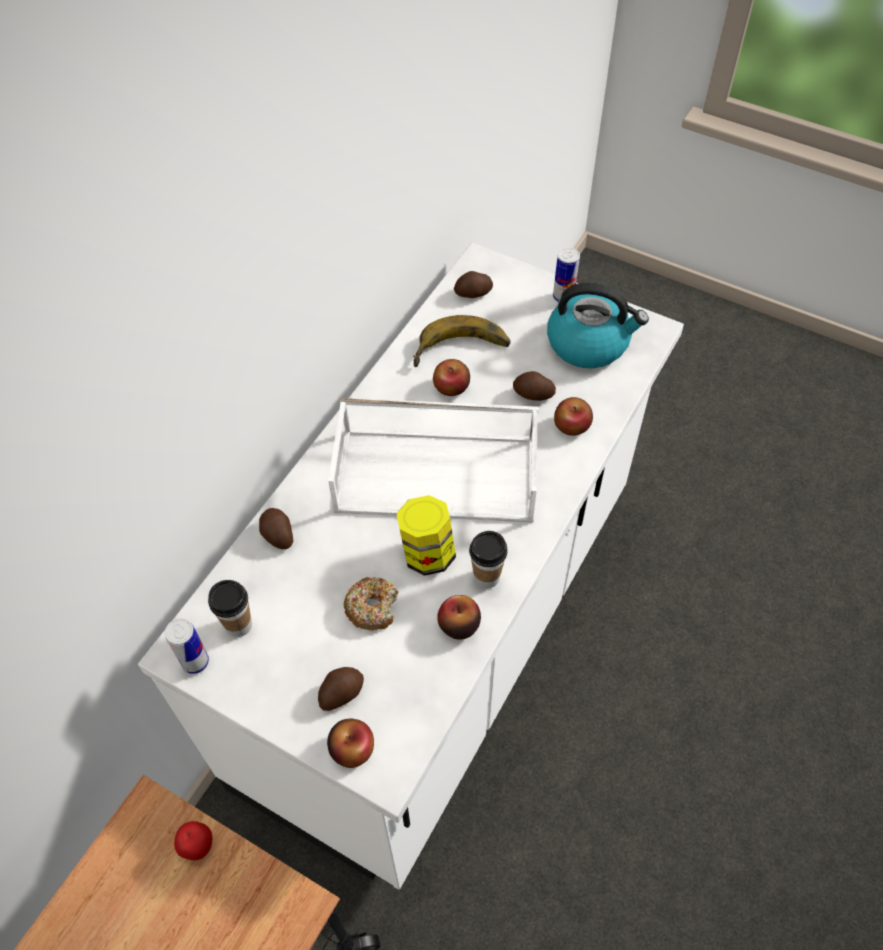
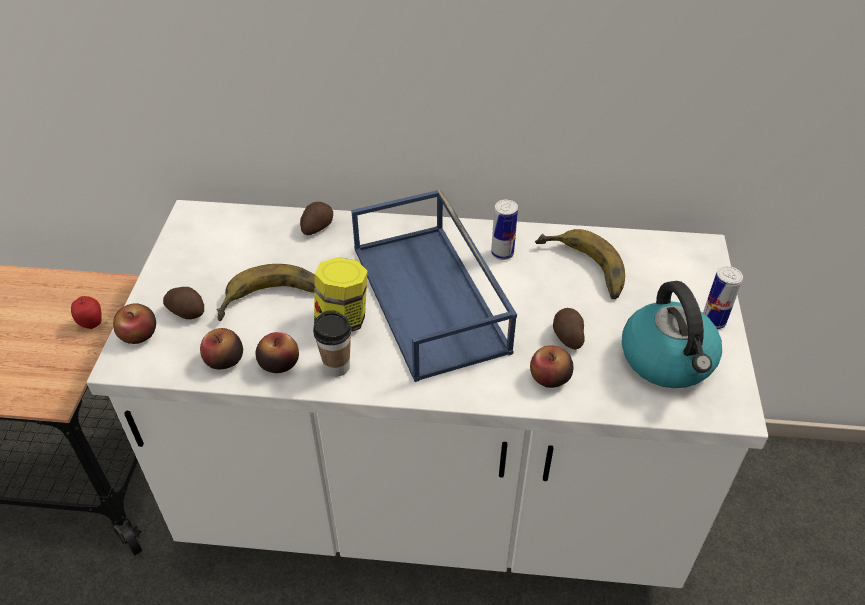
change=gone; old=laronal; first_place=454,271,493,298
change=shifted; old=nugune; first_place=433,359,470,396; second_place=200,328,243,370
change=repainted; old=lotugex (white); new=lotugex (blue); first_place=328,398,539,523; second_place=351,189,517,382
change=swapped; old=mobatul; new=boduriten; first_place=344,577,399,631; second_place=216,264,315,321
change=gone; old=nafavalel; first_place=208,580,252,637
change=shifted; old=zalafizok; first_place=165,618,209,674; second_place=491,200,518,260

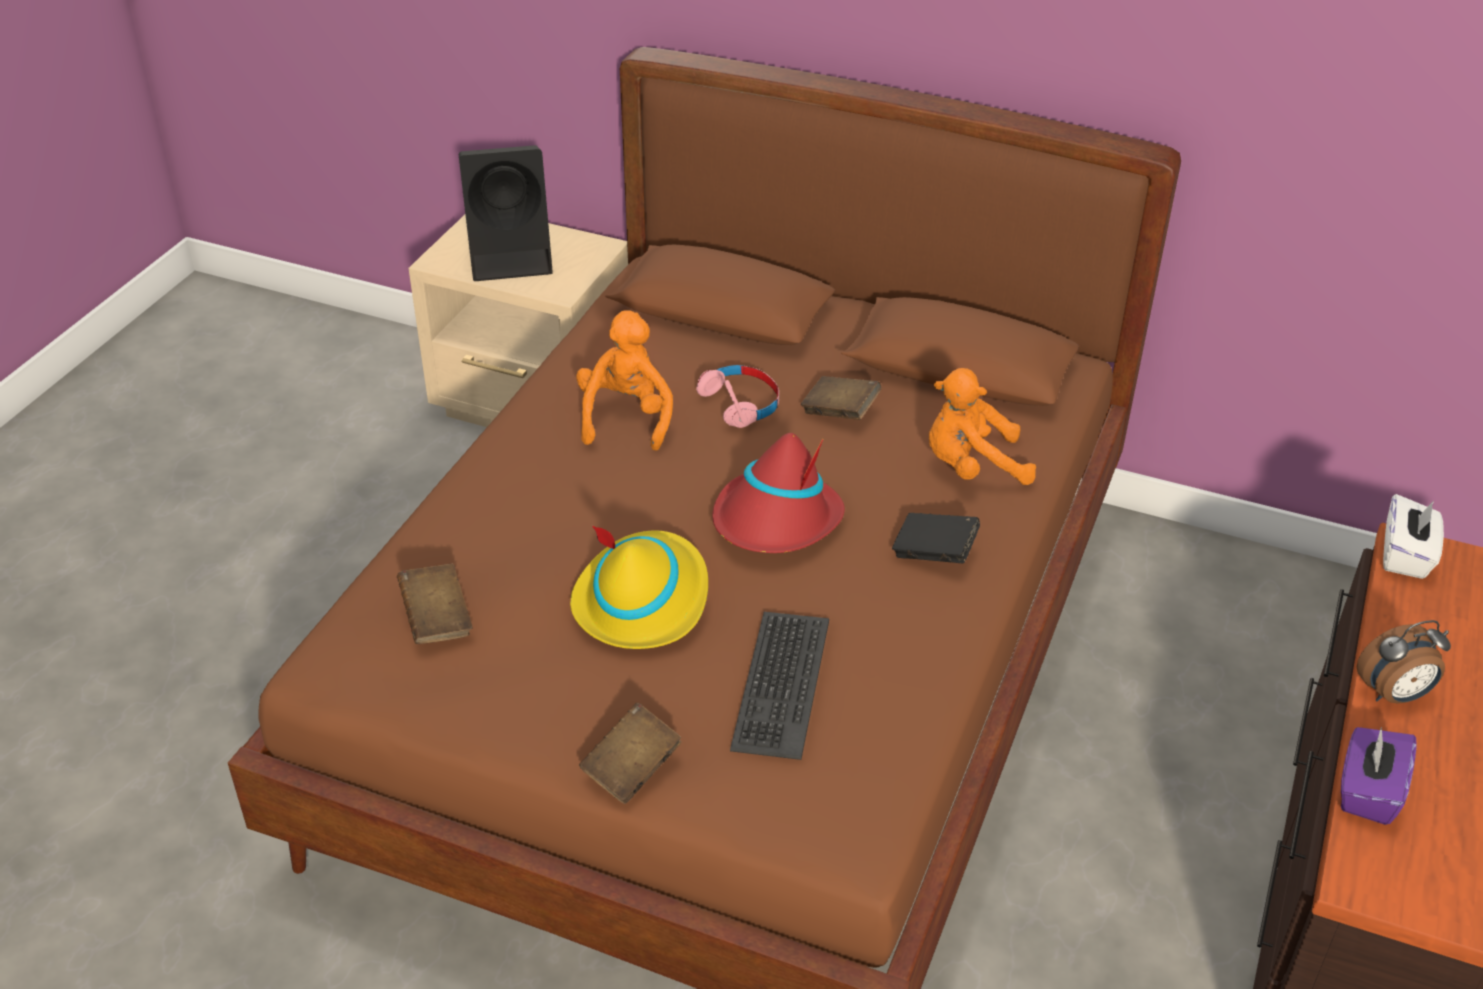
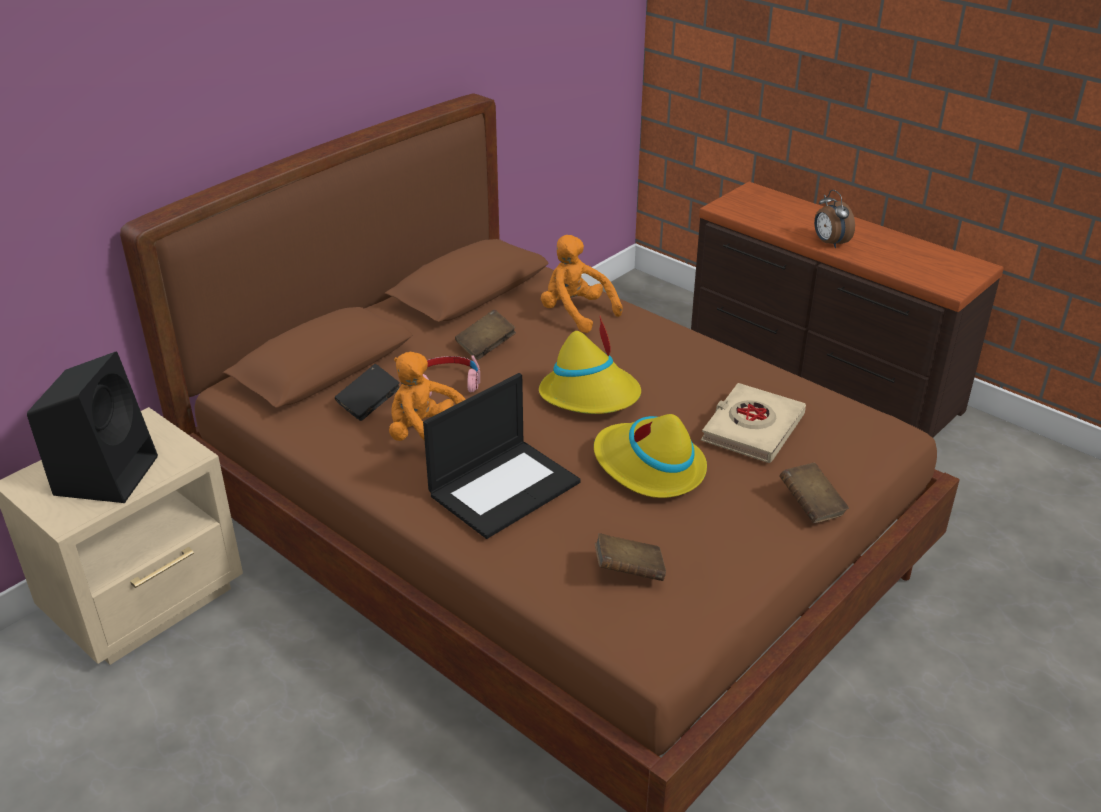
change=rotated; old=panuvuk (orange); first_place=929,368,1036,485; second_place=541,235,623,333; degrees=120
change=repainted; old=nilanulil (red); new=nilanulil (yellow); first_place=712,433,845,553; second_place=539,316,641,414
change=gone; old=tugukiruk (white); first_place=1383,494,1444,579
change=shifted; old=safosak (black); first_place=892,513,980,563; second_place=335,364,400,421
change=swapped; old=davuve; new=safosak (beige); first_place=730,612,829,760; second_place=701,383,806,463
change=rotated; old=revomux; first_place=1357,620,1451,703; second_place=814,190,855,248; degrees=150
change=gone; old=tugukiruk (purple); first_place=1341,726,1417,825
change=new; new=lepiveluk; second_place=423,373,581,539

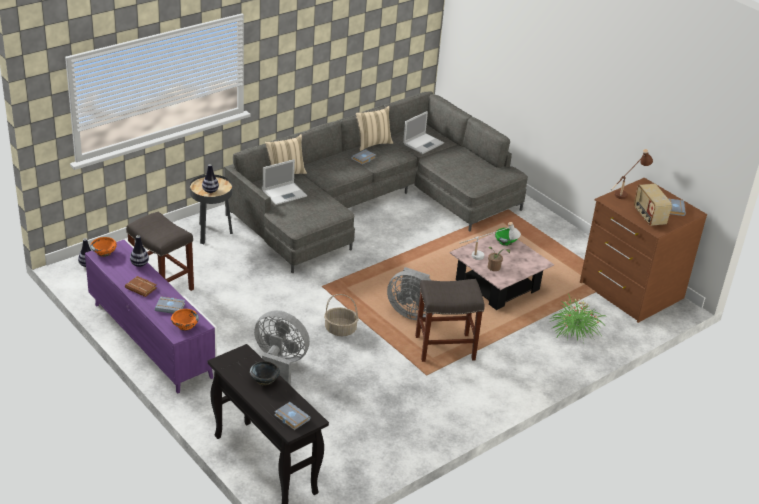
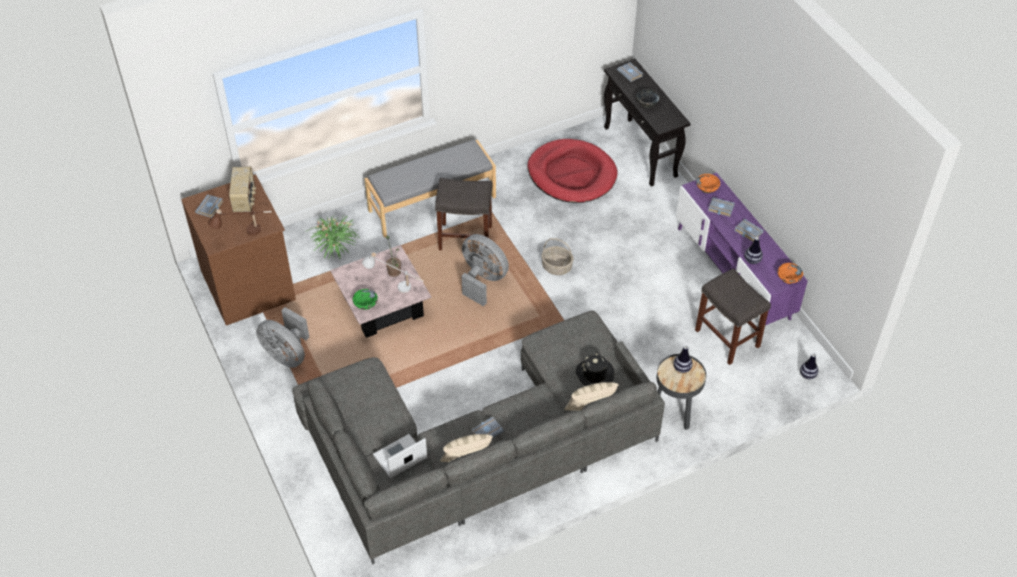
change=swapped; old=lepiveluk; new=nilanulil (black); first_place=263,159,307,205; second_place=576,353,614,386
change=repainted; old=safosak (brown); new=safosak (grey); first_place=125,276,157,297; second_place=734,219,764,242
change=shifted; old=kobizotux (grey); first_place=254,310,310,385; second_place=256,307,309,368
change=new; new=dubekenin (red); second_place=527,139,618,203
change=new; new=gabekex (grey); second_place=364,140,496,238

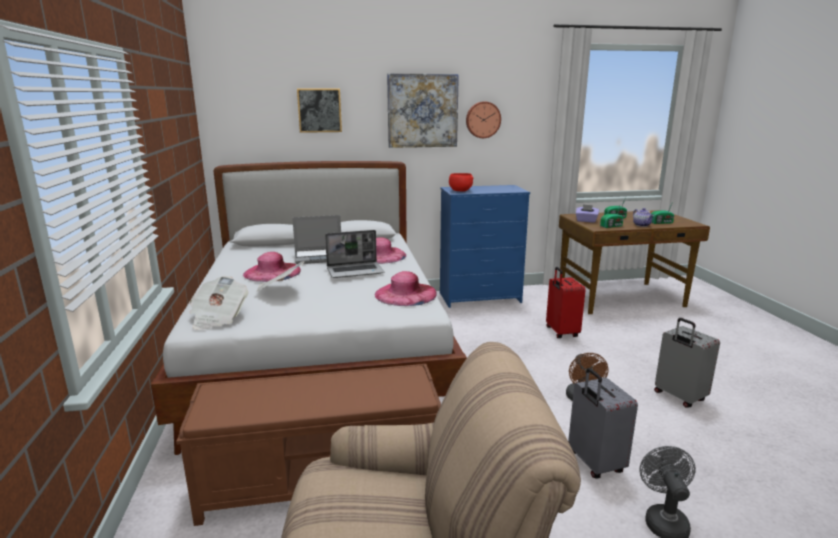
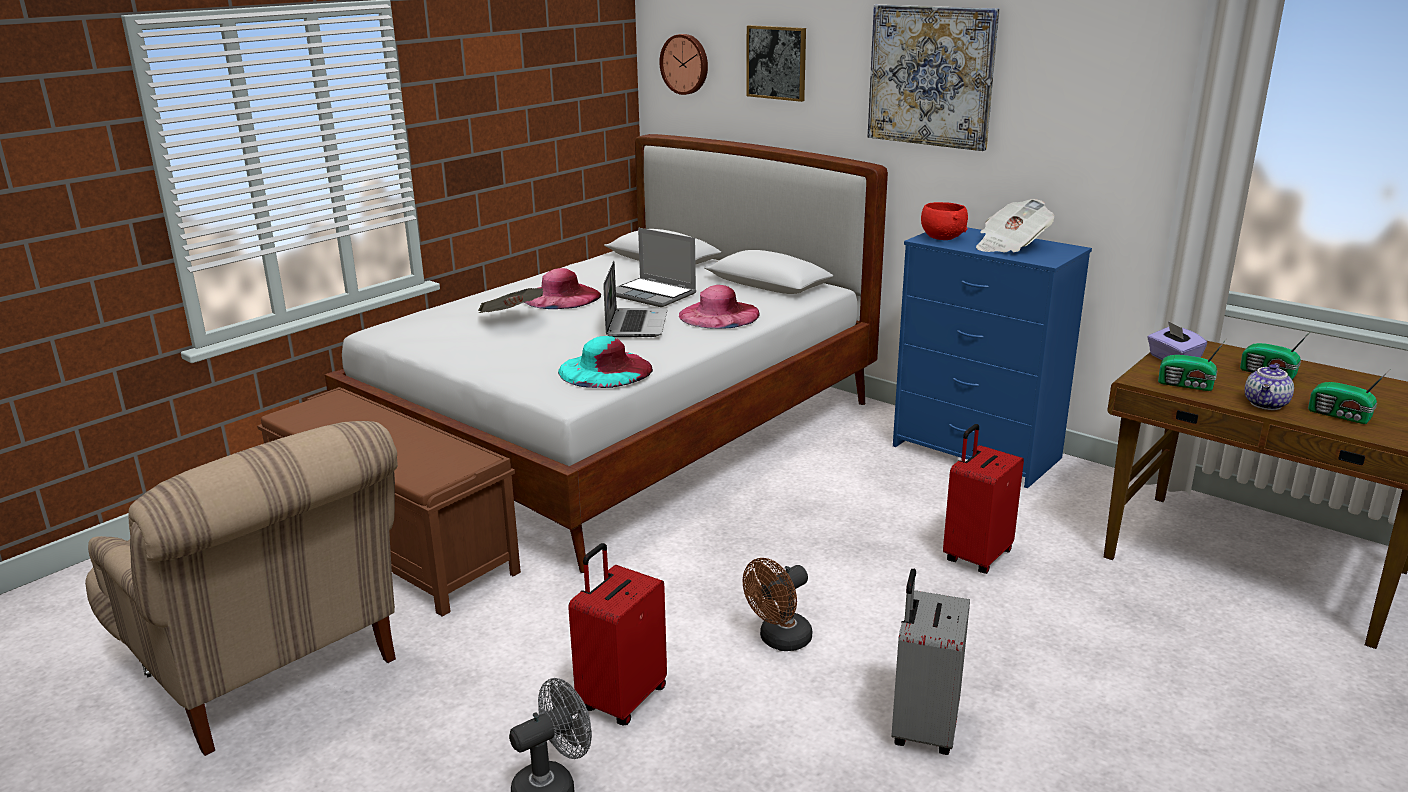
change=shifted; old=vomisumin; first_place=466,102,501,138; second_place=659,34,708,95
change=rotated; old=lepiveluk; first_place=325,230,384,278; second_place=603,261,668,337; degrees=-120
change=repainted; old=nilanulil (pink); new=nilanulil (turquoise); first_place=374,271,437,306; second_place=558,336,653,388
change=shifted; old=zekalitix; first_place=190,276,248,330; second_place=976,199,1054,252
change=repainted; old=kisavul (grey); new=kisavul (red); first_place=568,368,638,478; second_place=568,543,667,725

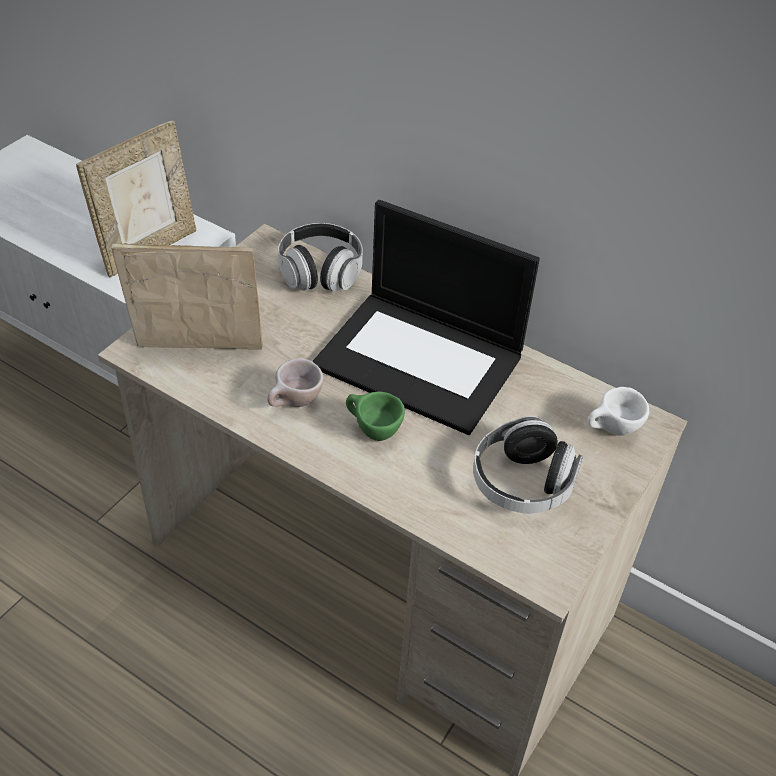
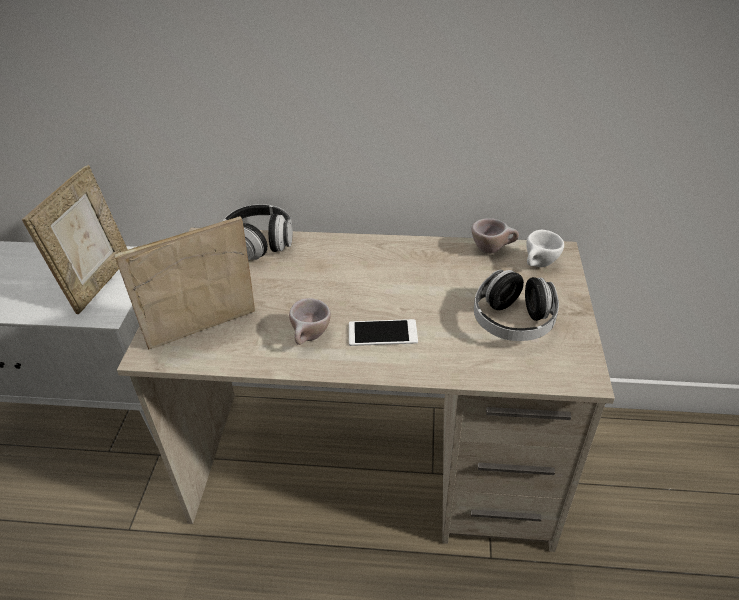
change=gone; old=lepiveluk; first_place=312,200,540,435
change=swapped; old=nafavalel (green); new=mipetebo; first_place=346,391,405,441; second_place=349,319,418,346
change=new; new=nafavalel (beige); second_place=472,218,519,254

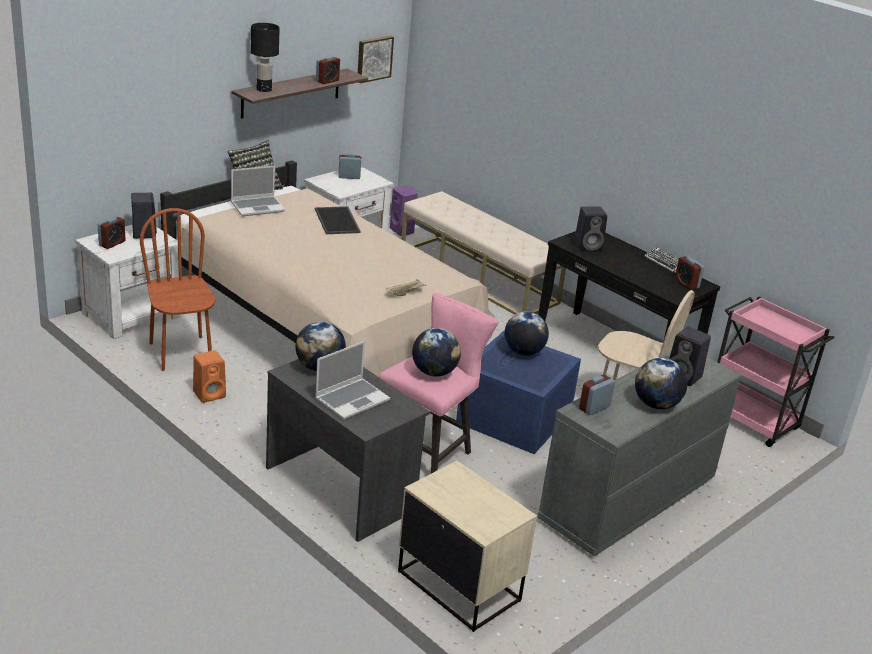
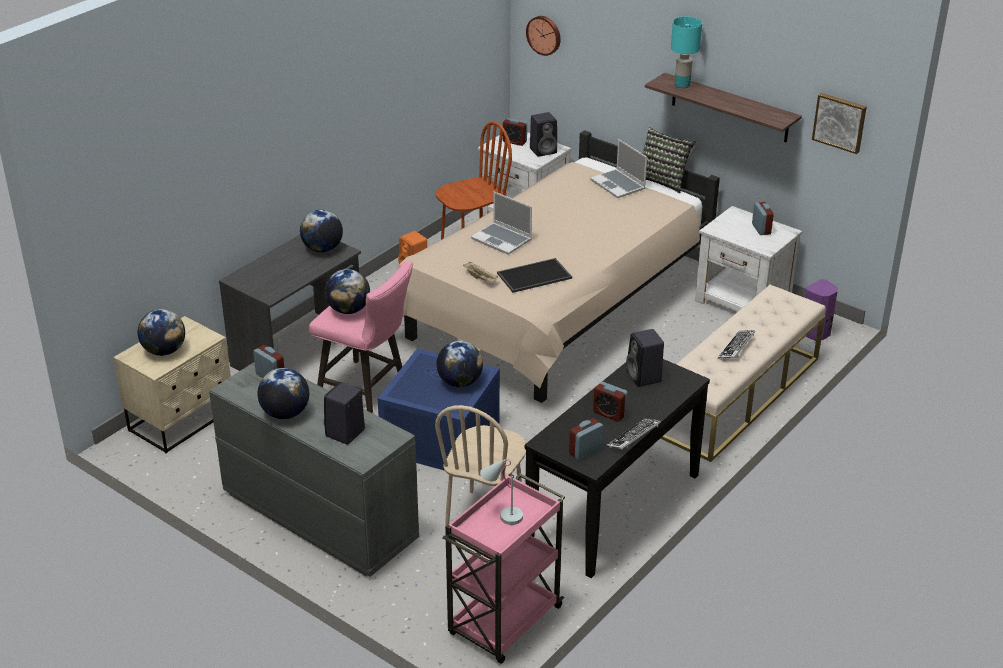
change=repainted; old=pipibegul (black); new=pipibegul (turquoise); first_place=251,23,280,92; second_place=671,17,702,88
change=shifted; old=revomux; first_place=316,56,340,84; second_place=593,382,628,422
change=shifted; old=lotugex; first_place=315,206,361,234; second_place=497,258,572,293
change=shifted; old=lepiveluk; first_place=315,341,390,420; second_place=471,191,532,255
change=new; new=vomisumin; second_place=526,16,561,56
change=new; new=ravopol; second_place=138,309,185,356
change=new; new=davuve; second_place=718,330,755,358
change=new; new=pipibegul (white); second_place=480,459,523,525

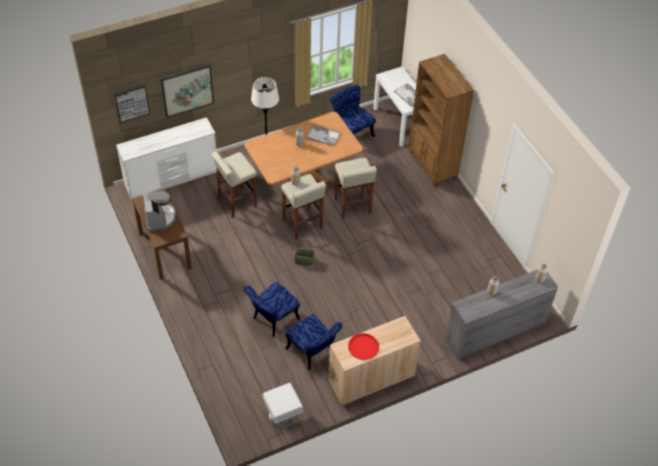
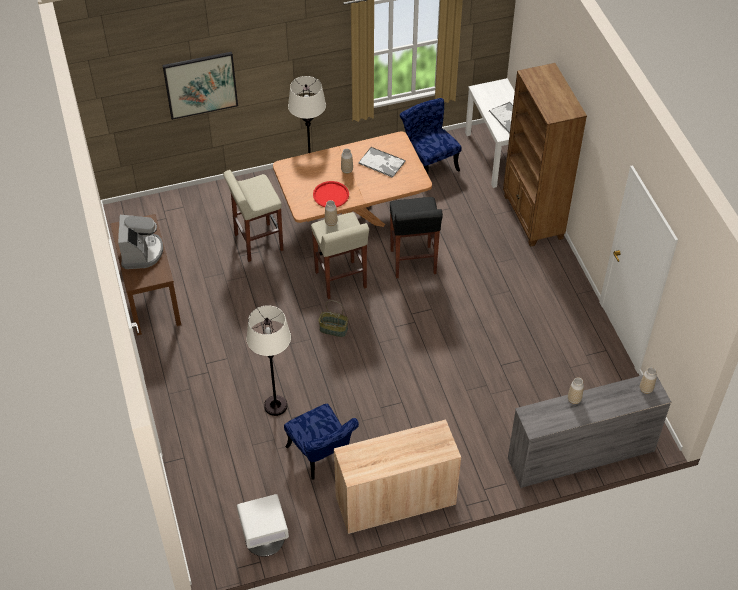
change=gone; old=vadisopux; first_place=115,85,150,123
change=gone; old=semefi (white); first_place=116,117,217,200
change=repainted; old=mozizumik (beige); new=mozizumik (black); first_place=335,158,377,219; second_place=390,197,443,278
change=swapped; old=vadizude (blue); new=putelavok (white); first_place=244,282,300,337; second_place=246,305,291,416
change=shifted; old=lotugex (red); first_place=348,333,379,360; second_place=313,181,349,207

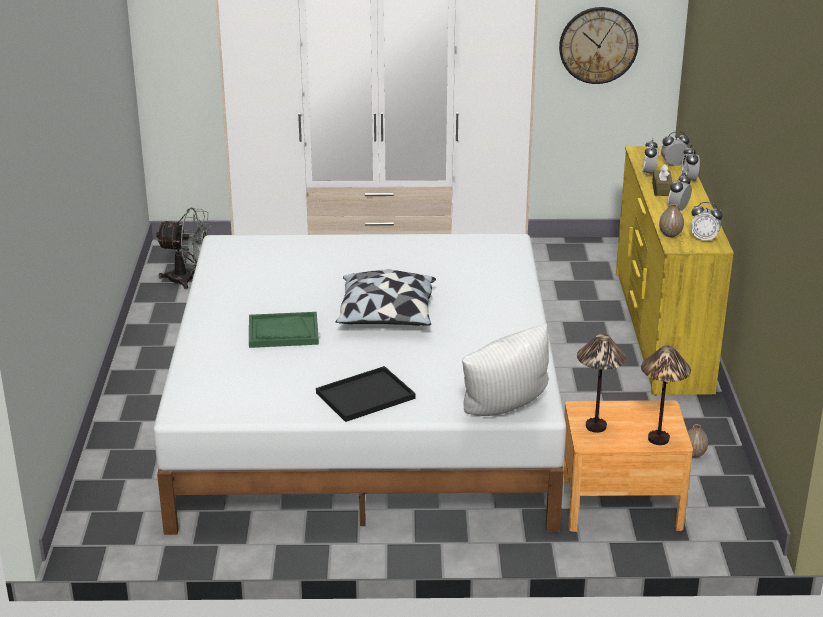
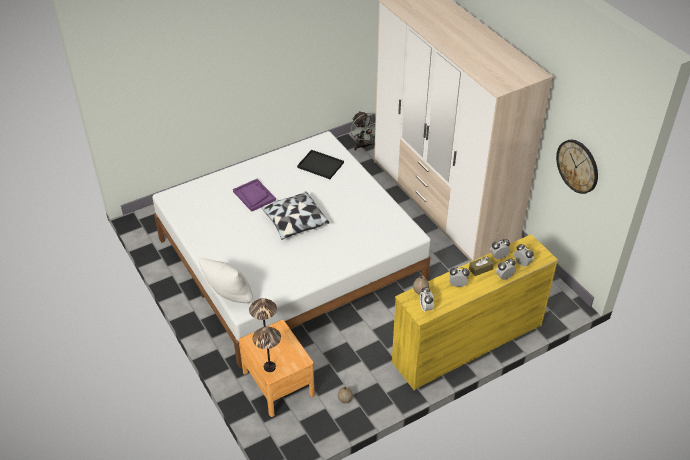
change=repainted; old=lotugex (green); new=lotugex (purple); first_place=249,312,319,348; second_place=233,179,276,212
change=shifted; old=lotugex (black); first_place=316,366,416,422; second_place=297,150,344,179

